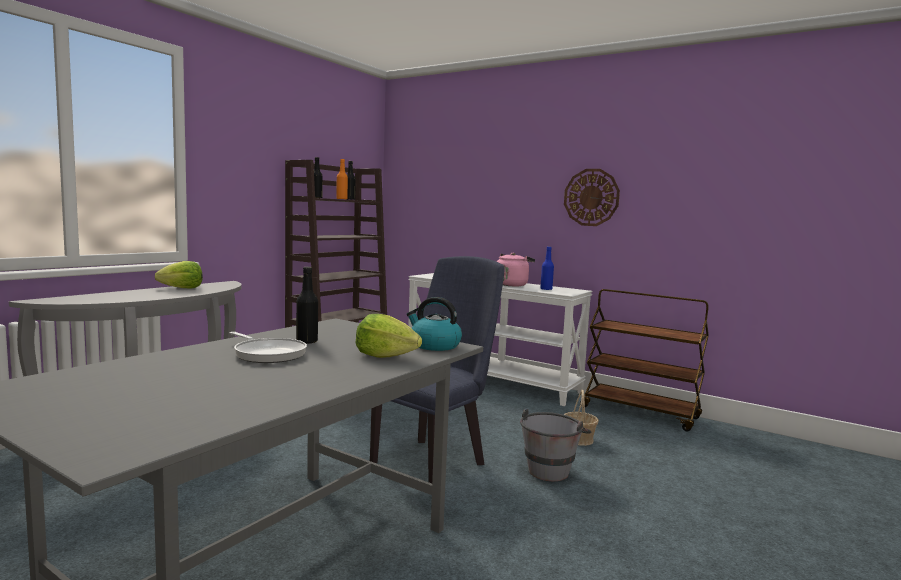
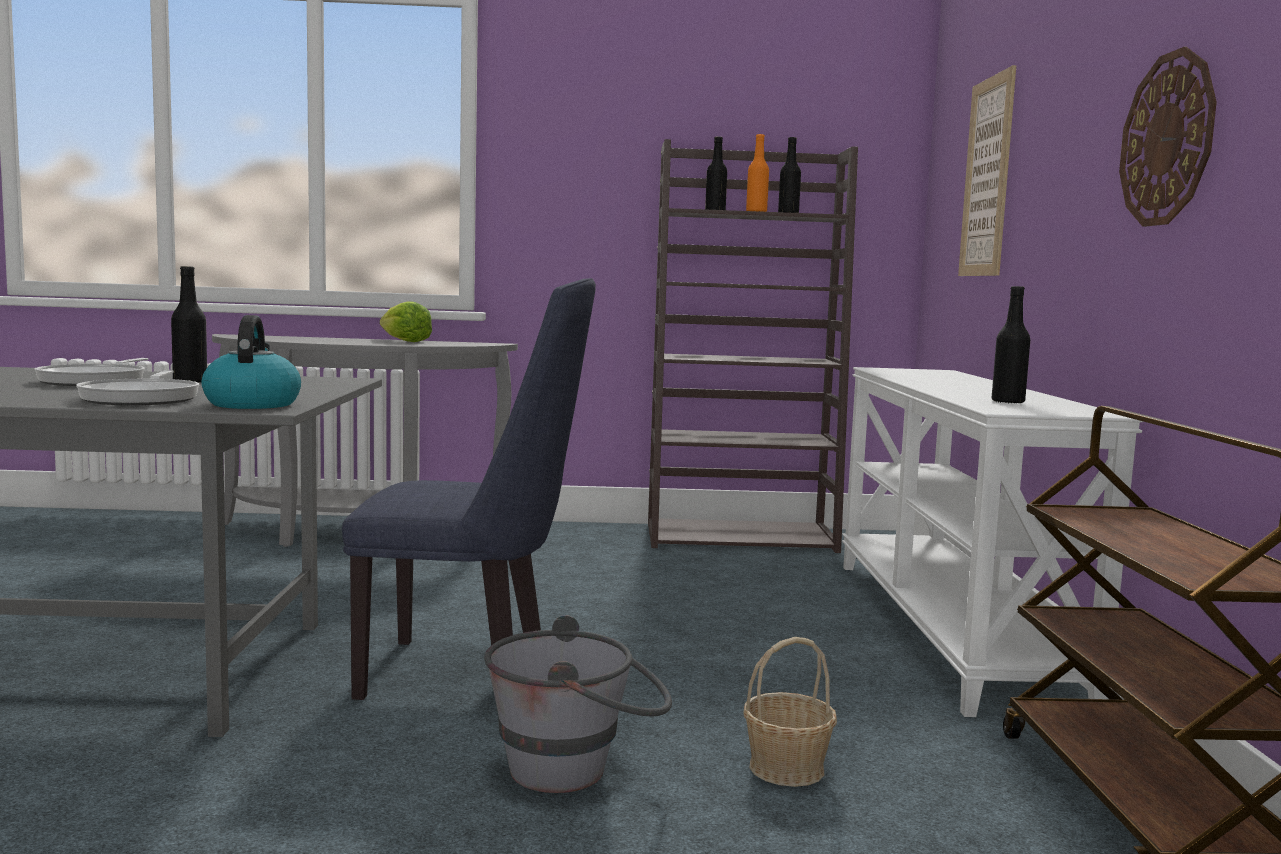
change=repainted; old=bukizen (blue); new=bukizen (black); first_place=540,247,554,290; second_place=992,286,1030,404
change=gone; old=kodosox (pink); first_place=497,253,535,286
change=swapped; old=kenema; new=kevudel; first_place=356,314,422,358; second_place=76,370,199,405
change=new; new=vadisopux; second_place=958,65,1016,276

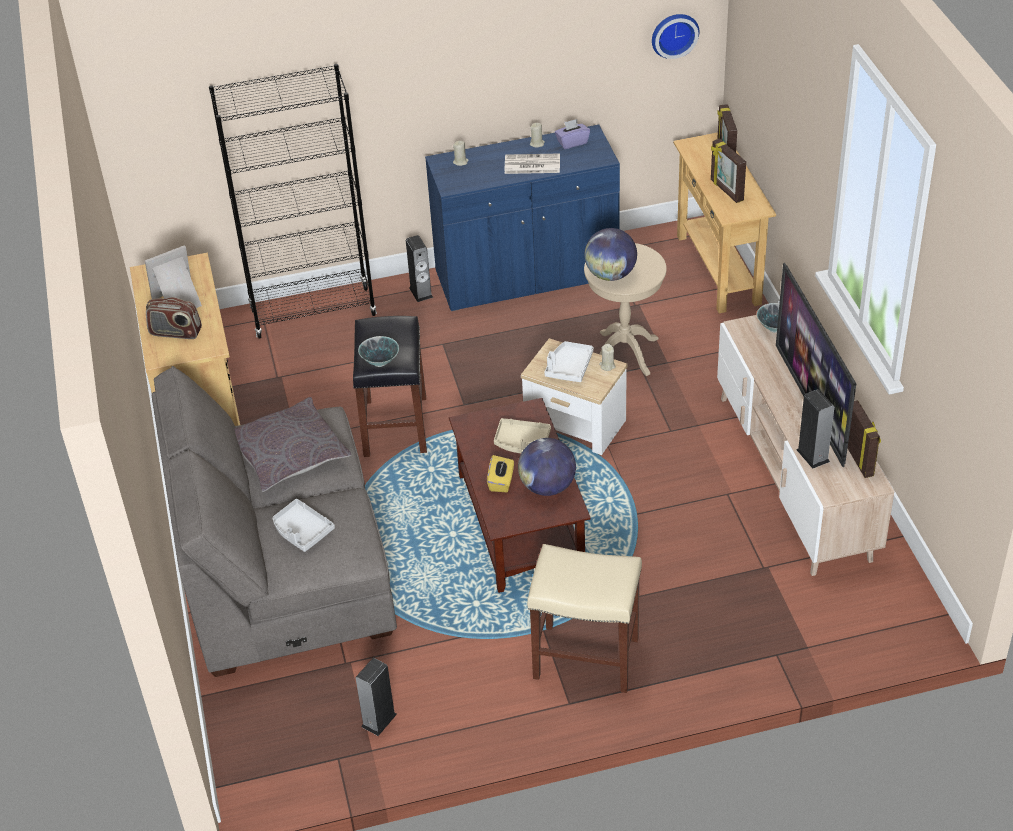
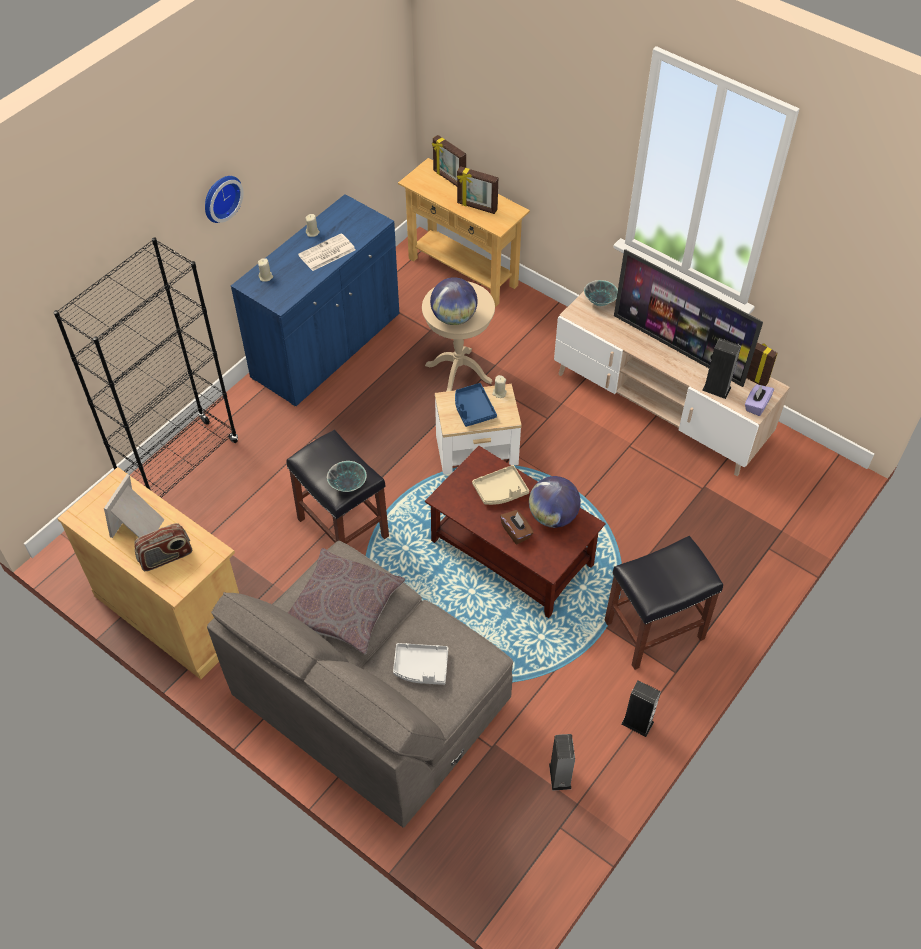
change=shifted; old=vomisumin; first_place=652,14,699,59; second_place=205,176,244,223
change=shifted; old=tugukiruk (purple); first_place=555,119,590,149; second_place=745,384,774,416
change=shifted; old=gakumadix; first_place=406,235,433,302; second_place=621,680,661,737
change=repainted; old=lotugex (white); new=lotugex (blue); first_place=544,341,594,382; second_place=455,383,497,427
change=repainted; old=tugukiruk (yellow); new=tugukiruk (brown); first_place=487,455,514,492; second_place=500,510,534,544
change=repainted; old=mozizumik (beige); new=mozizumik (black); first_place=527,544,642,693; second_place=605,536,723,670

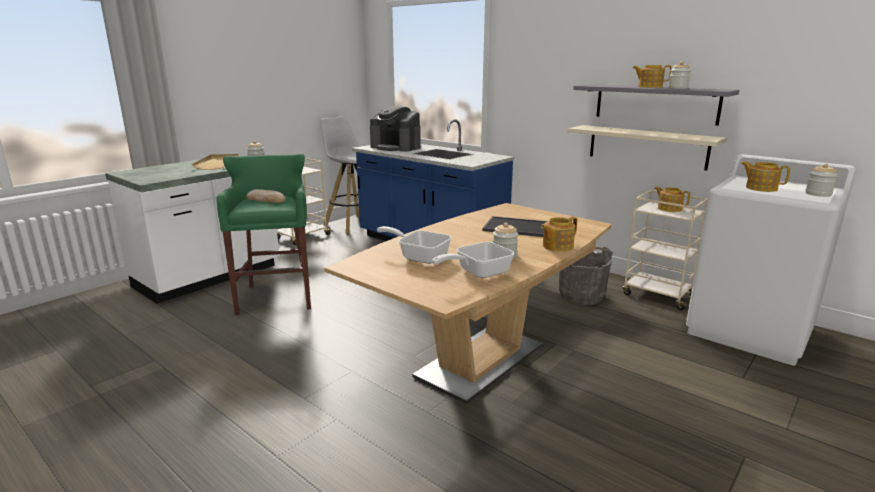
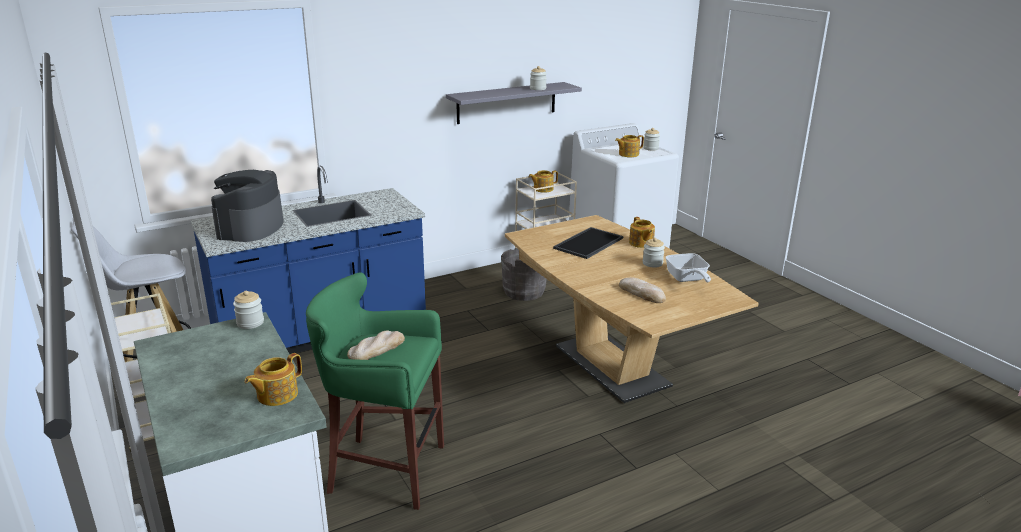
change=shifted; old=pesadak; first_place=633,65,672,88; second_place=245,353,302,406
change=rotated; old=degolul; first_place=370,106,421,152; second_place=211,170,283,242; degrees=135
change=gone; old=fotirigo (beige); first_place=567,125,727,171
change=gone; old=lotugex (beige); first_place=192,154,238,170
change=swapped; old=kevudel; new=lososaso; first_place=377,226,452,264; second_place=619,277,666,303

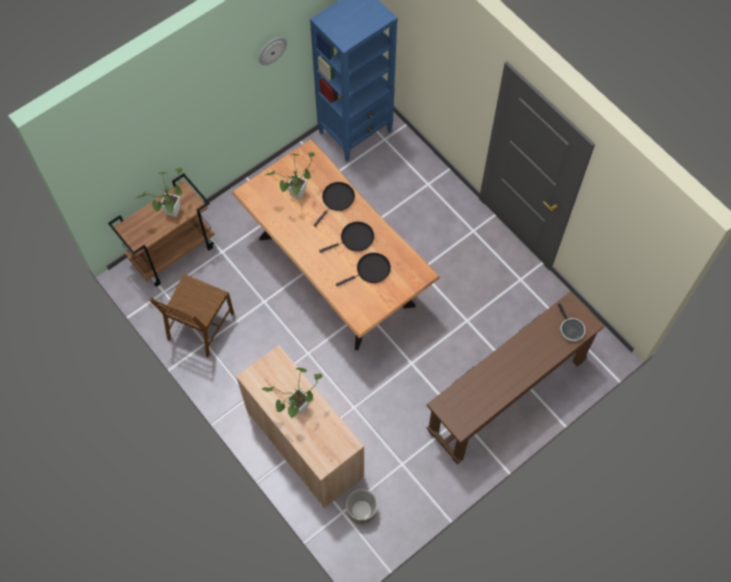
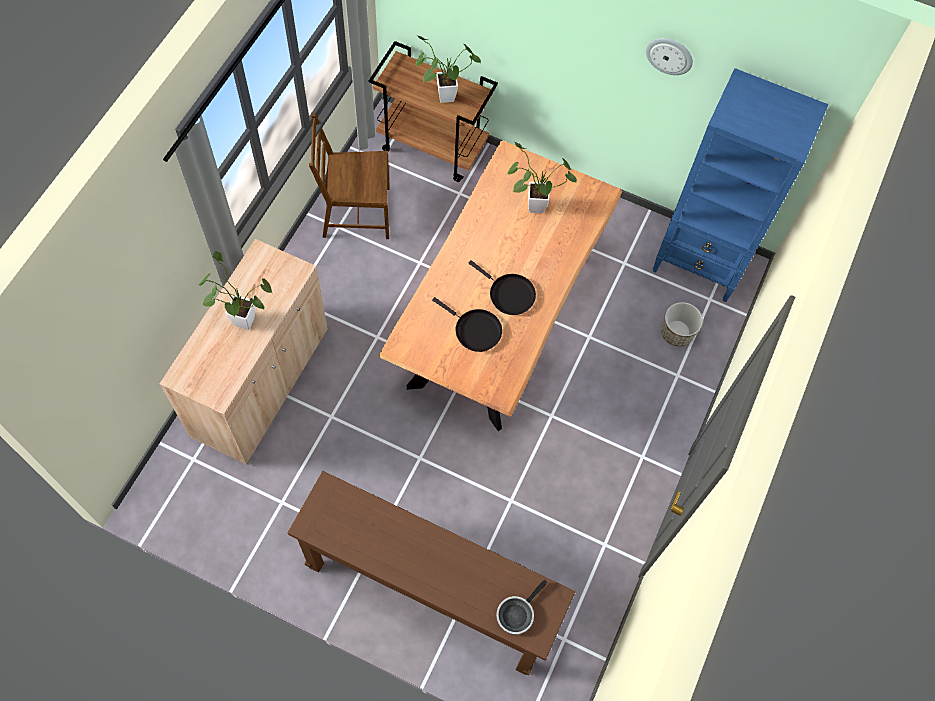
change=gone; old=kevudel (black); first_place=314,182,355,226
change=shifted; old=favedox; first_place=346,489,378,524; second_place=661,302,703,347

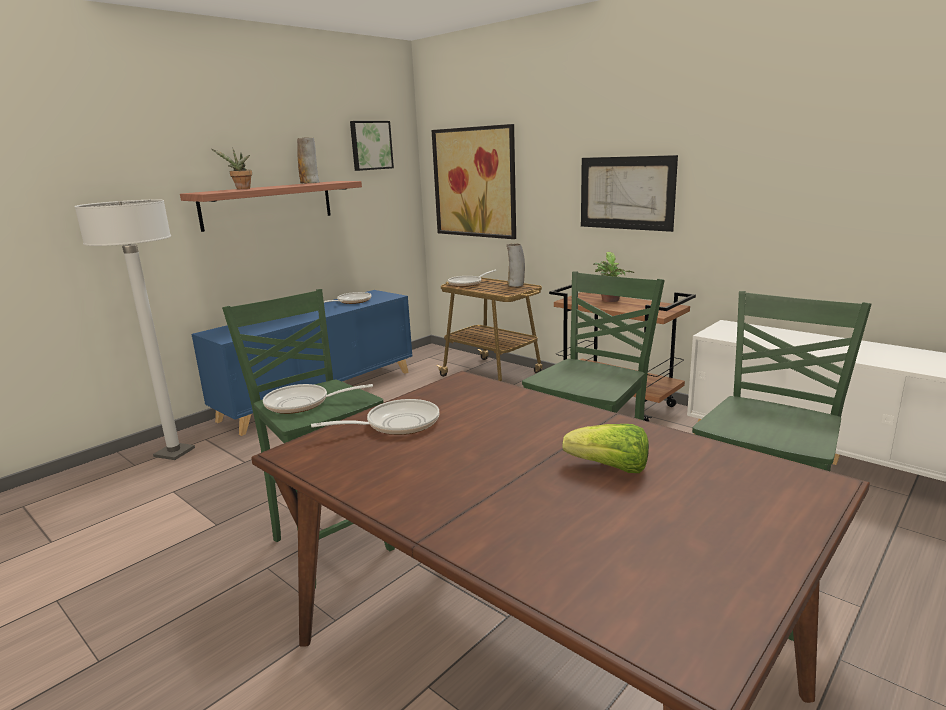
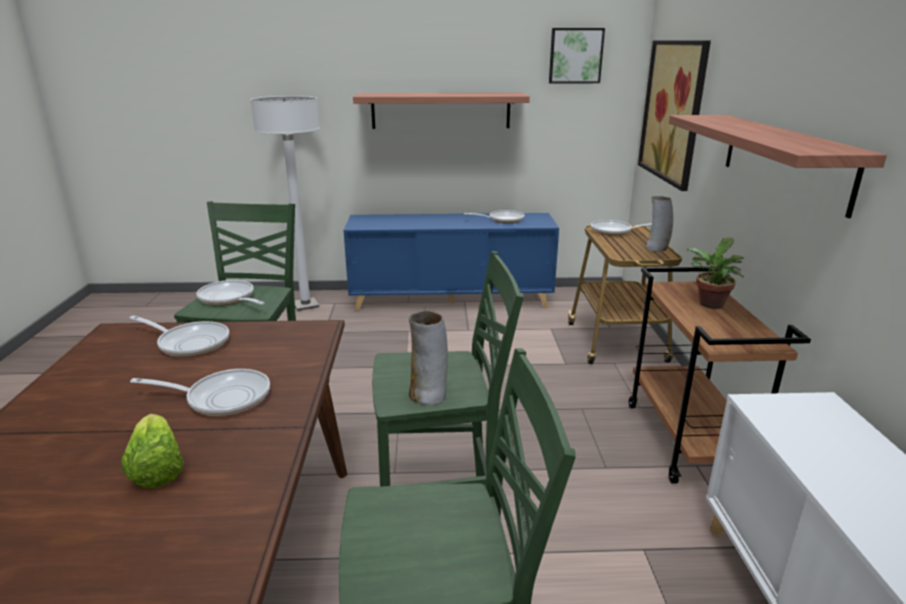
change=shifted; old=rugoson; first_place=297,138,319,184; second_place=409,311,448,405
change=gone; old=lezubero; first_place=212,149,252,189
change=swapped; old=vadisopux; new=fotirigo; first_place=581,155,678,232; second_place=669,115,887,218
change=new; new=kevudel; second_place=130,369,270,416

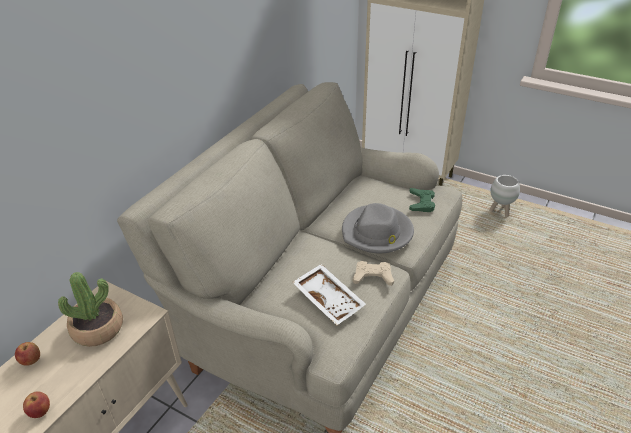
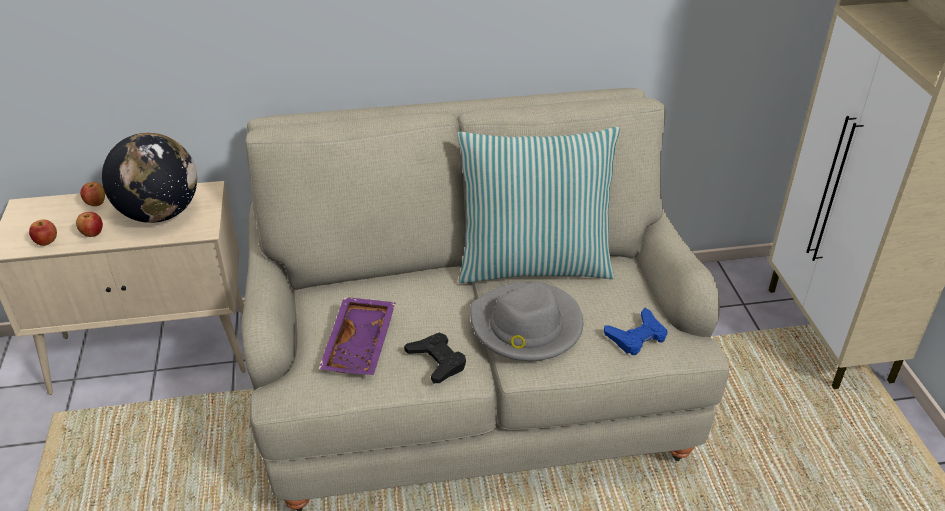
change=gone; old=favedox (white); first_place=489,175,520,217
change=repainted; old=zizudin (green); new=zizudin (blue); first_place=409,188,435,212; second_place=604,308,668,355
change=repainted; old=zizudin (beige); new=zizudin (black); first_place=353,261,394,286; second_place=404,333,466,383
change=repainted; old=lotugex (white); new=lotugex (purple); first_place=292,264,366,325; second_place=319,297,396,375
change=swapped; old=lezubero; new=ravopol; first_place=58,272,123,347; second_place=102,133,197,223
change=new; new=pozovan; second_place=457,127,620,283
change=new; new=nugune; second_place=76,212,103,237

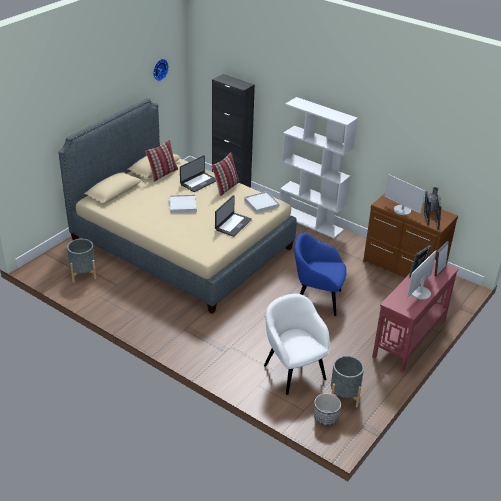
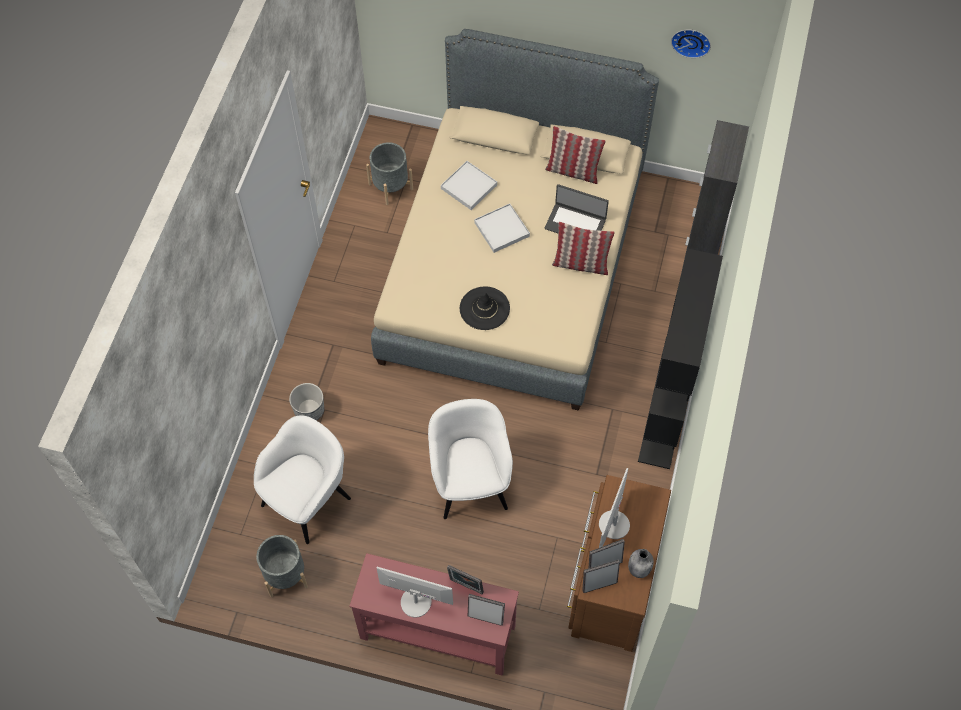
change=repainted; old=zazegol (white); new=zazegol (black); first_place=279,97,358,238; second_place=638,248,723,469
change=shifted; old=lotugex (white); first_place=244,191,279,213; second_place=441,161,497,210
change=swapped; old=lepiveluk; new=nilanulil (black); first_place=215,195,252,237; second_place=460,287,510,330
change=repainted; old=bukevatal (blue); new=bukevatal (white); first_place=294,233,347,316; second_place=428,399,513,519
change=shifted; old=favedox; first_place=314,393,341,426; second_place=289,383,324,421

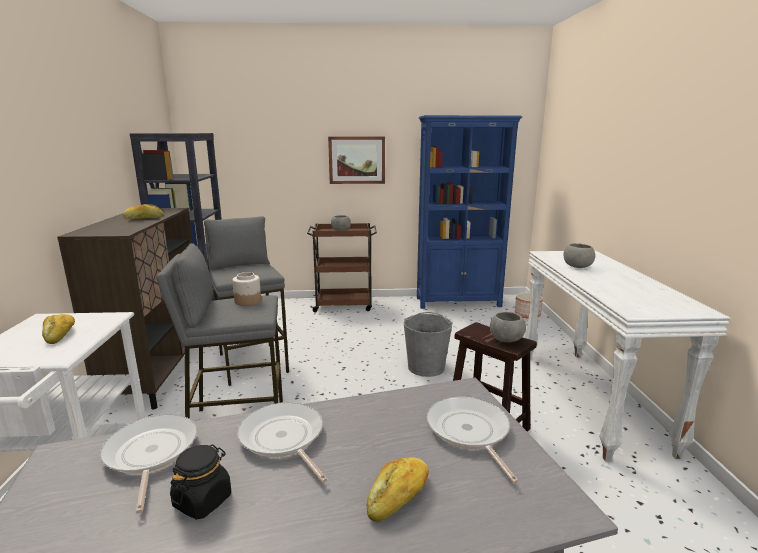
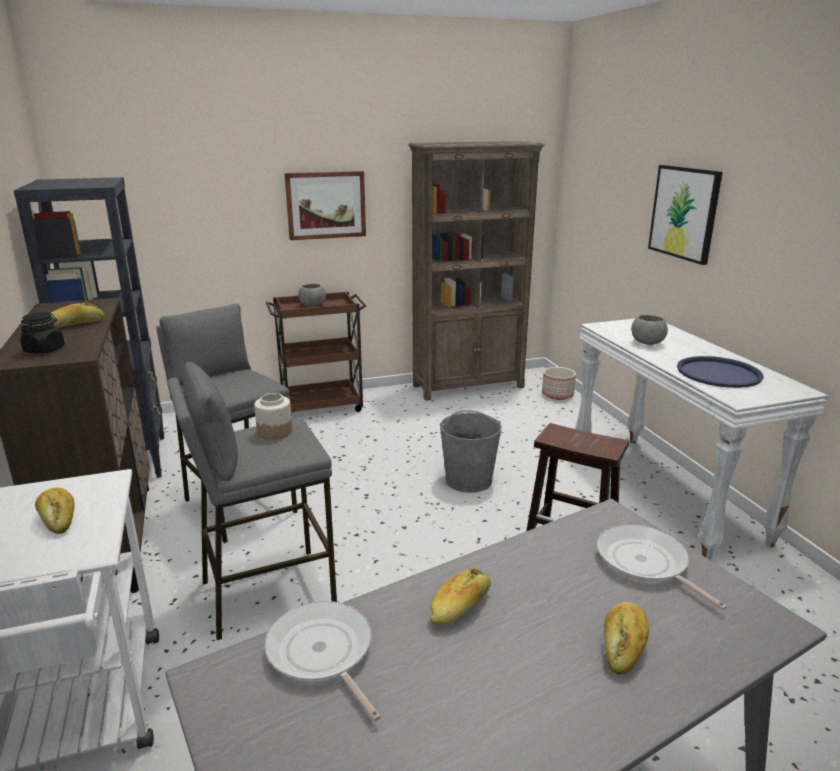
change=repainted; old=zazegol (blue); new=zazegol (brown); first_place=417,115,522,309; second_place=408,141,545,401
change=gone; old=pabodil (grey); first_place=490,312,526,342
change=swapped; old=kevudel; new=lososaso; first_place=237,402,327,483; second_place=430,569,491,625
change=shifted; old=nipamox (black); first_place=170,444,231,520; second_place=20,312,65,354
change=new; new=vadisopux; second_place=648,165,723,265
change=new; new=lotugex (blue); second_place=677,356,764,388

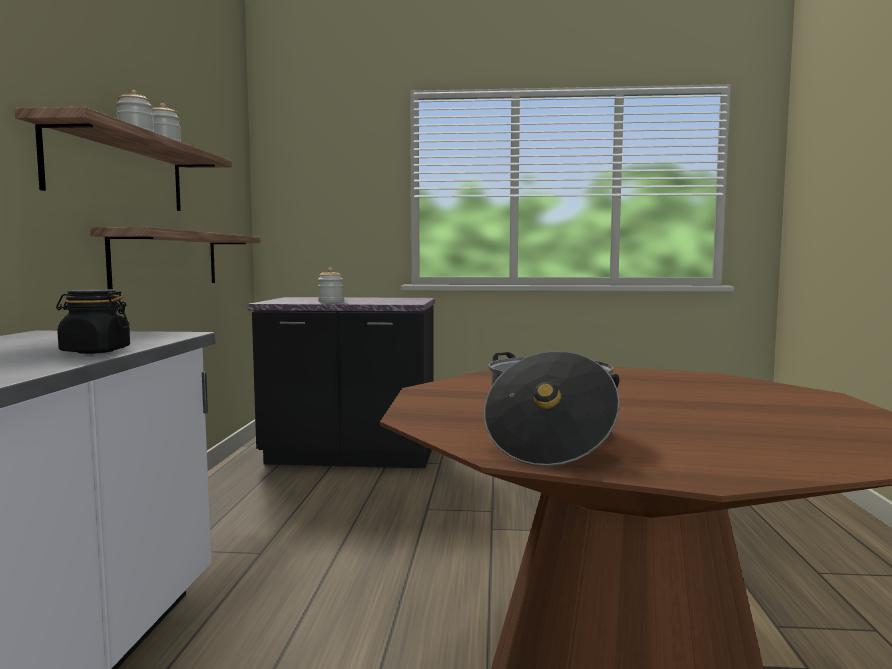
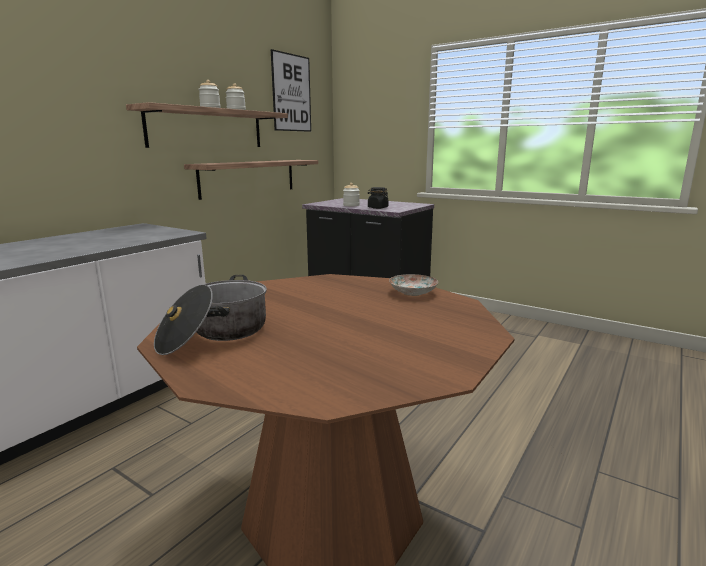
change=shifted; old=nipamox (black); first_place=56,289,130,354; second_place=368,187,388,209
change=new; new=vadisopux; second_place=271,49,311,132
change=new; new=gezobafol; second_place=389,274,438,296

